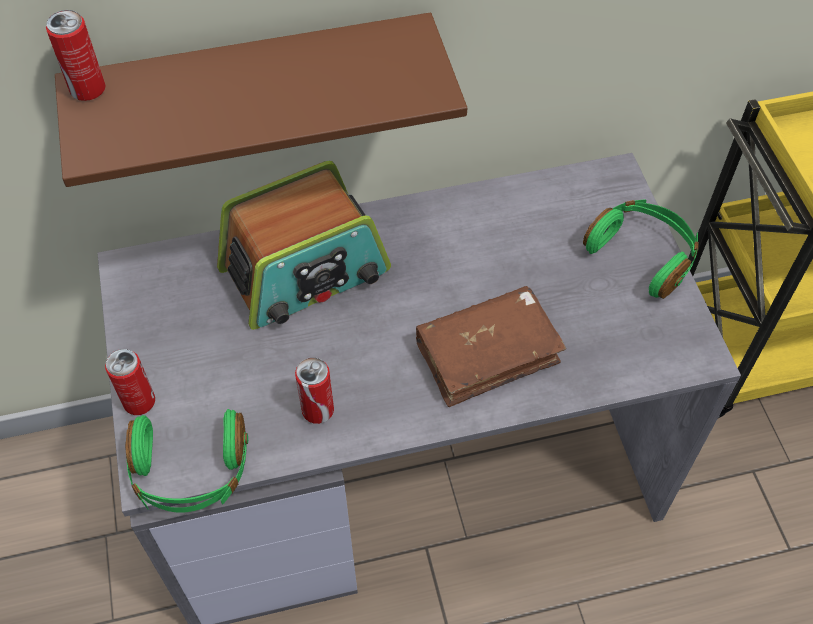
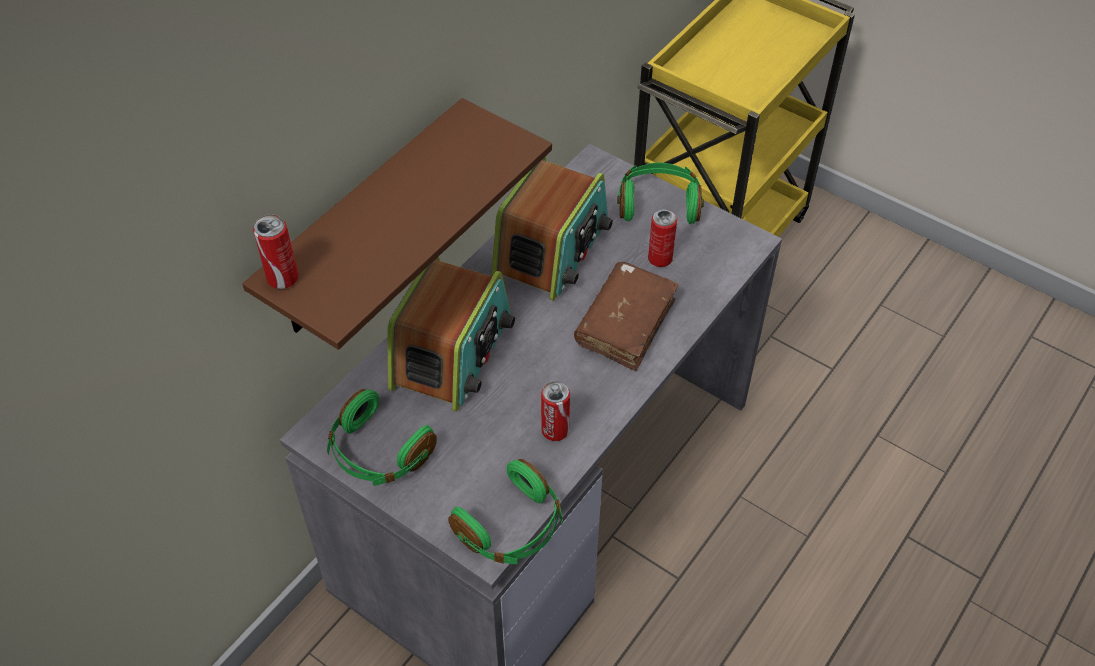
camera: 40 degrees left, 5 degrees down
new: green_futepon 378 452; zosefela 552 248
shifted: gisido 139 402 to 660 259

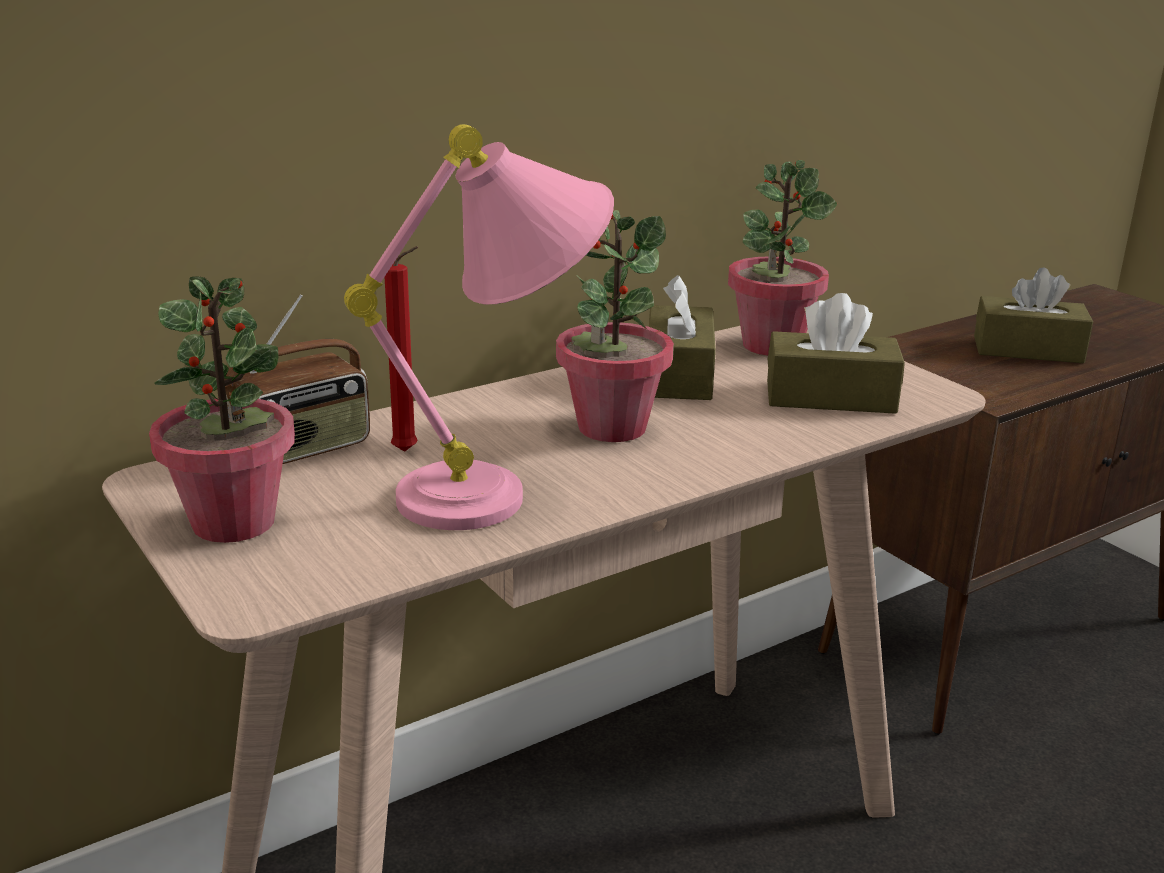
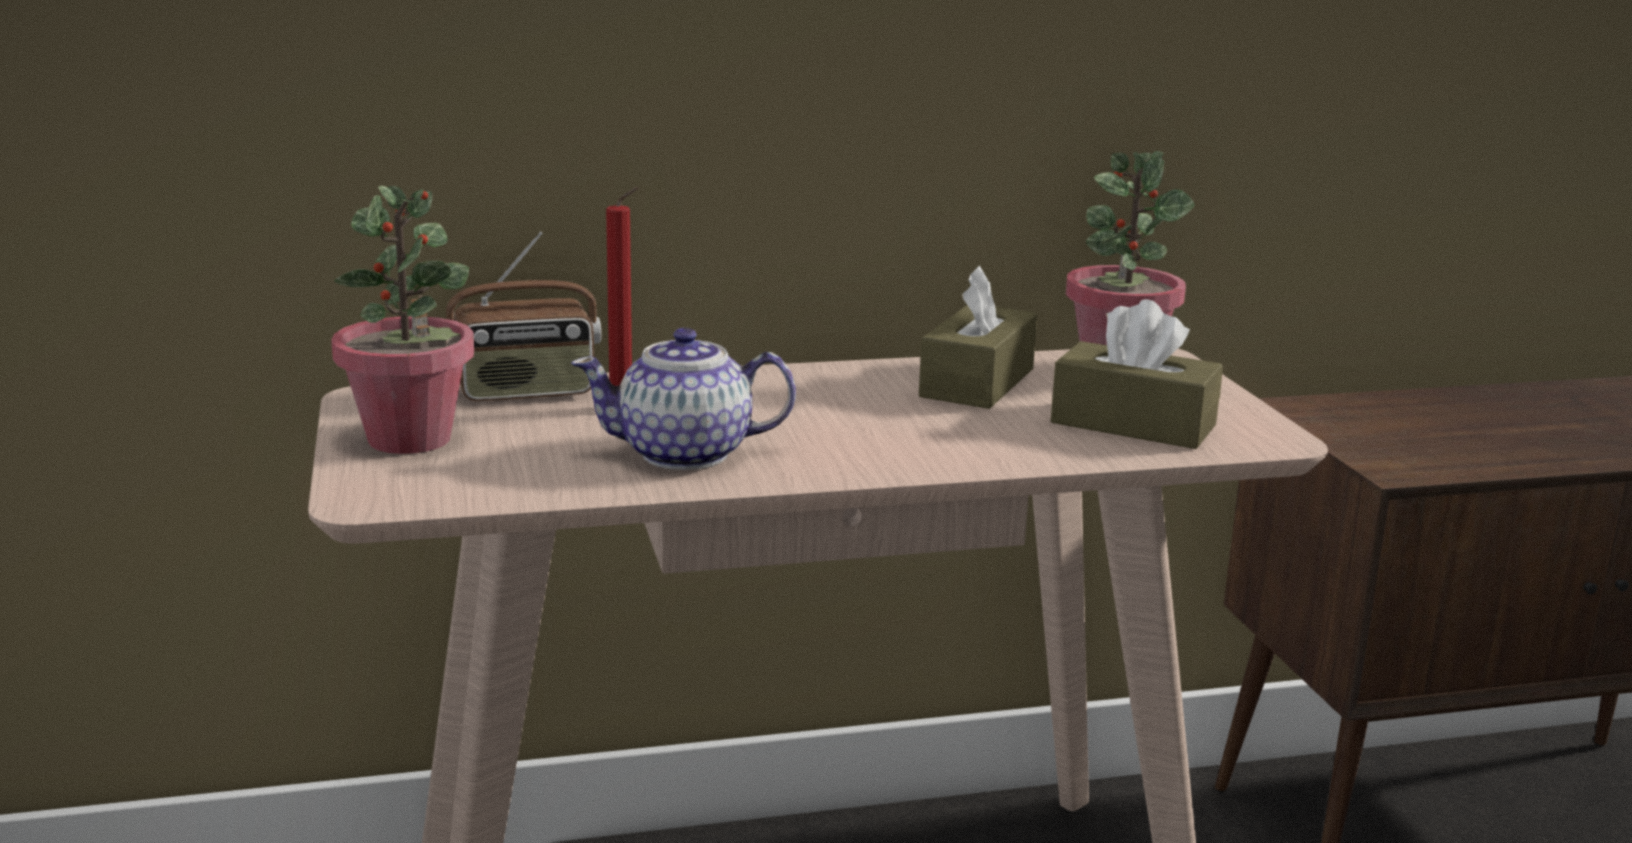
camera: 20 degrees right, 5 degrees down
gone: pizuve 611 427; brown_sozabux 1027 350
swapped: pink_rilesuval 505 492 to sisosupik 686 454

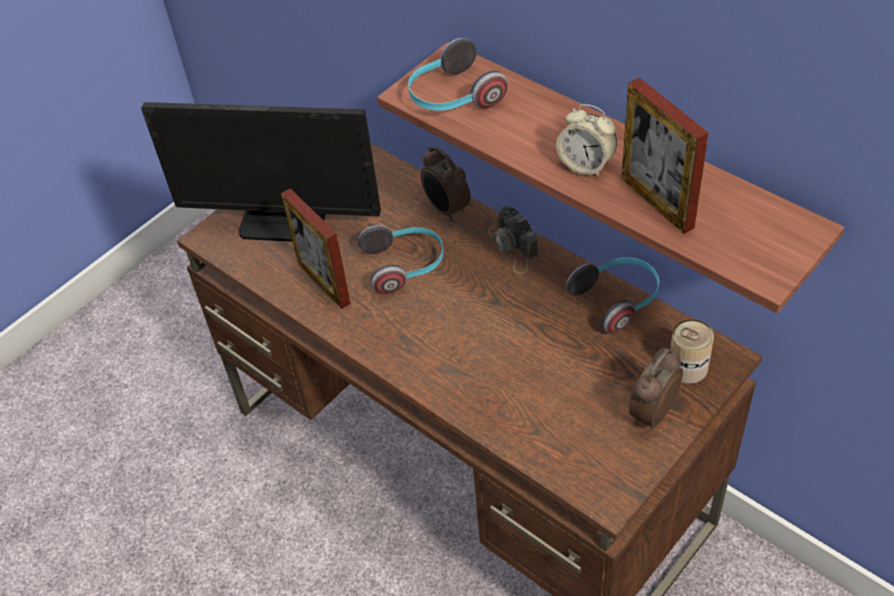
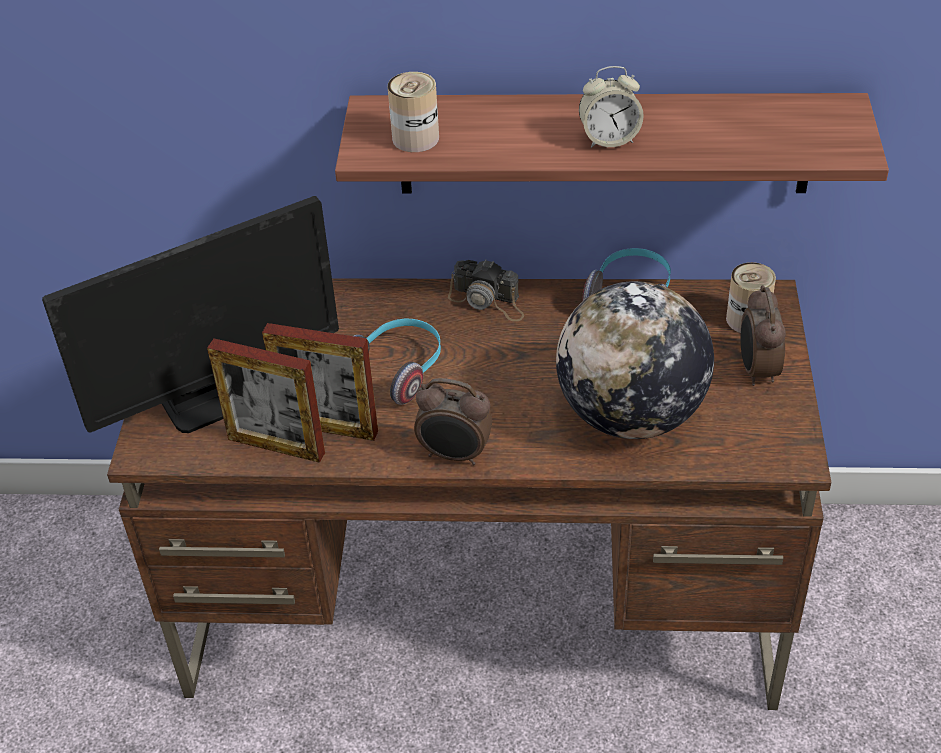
camera: 40 degrees left, 5 degrees down
new: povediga 631 415
shifted: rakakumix 657 202 to 276 446; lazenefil 446 209 to 455 455
swapped: futepon 453 97 to gisido 415 138

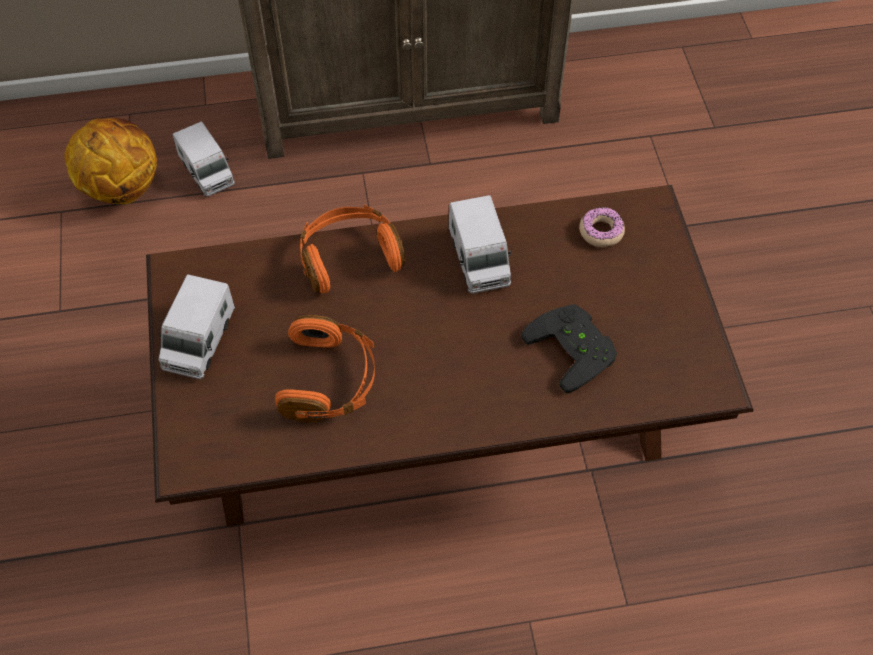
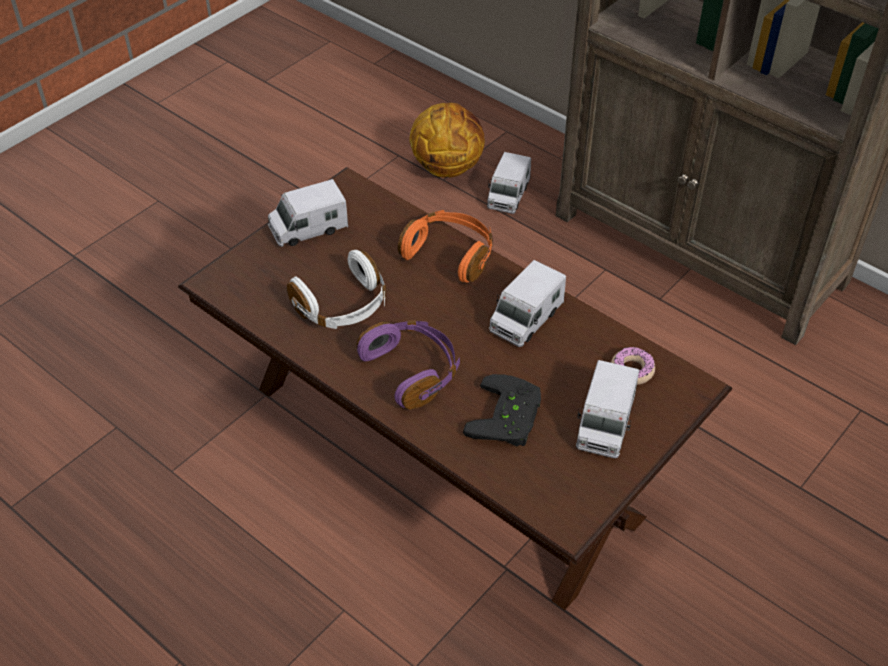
camera: 50 degrees right, 10 degrees down
new: purple_futepon 412 371; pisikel 604 424
repainted: orange_futepon 330 380 to white_futepon 343 306

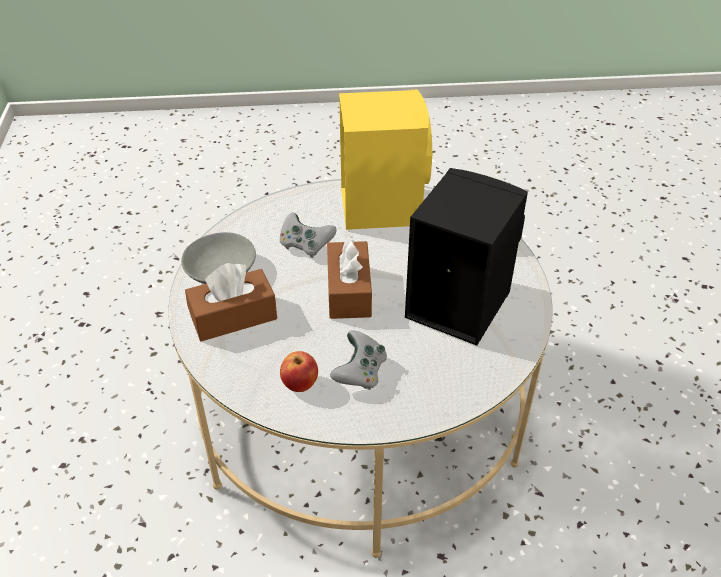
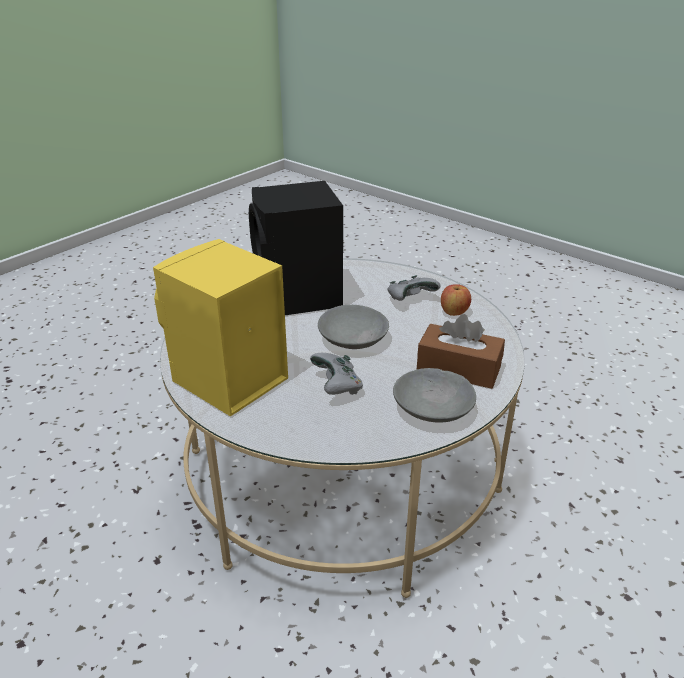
camera: 135 degrees left, 10 degrees down
swapped: brown_sozabux 349 291 to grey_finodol 353 339

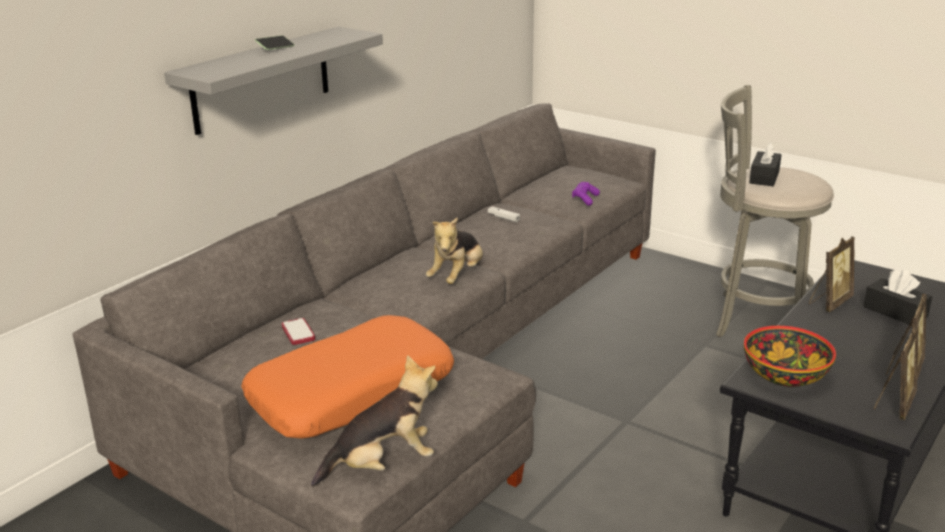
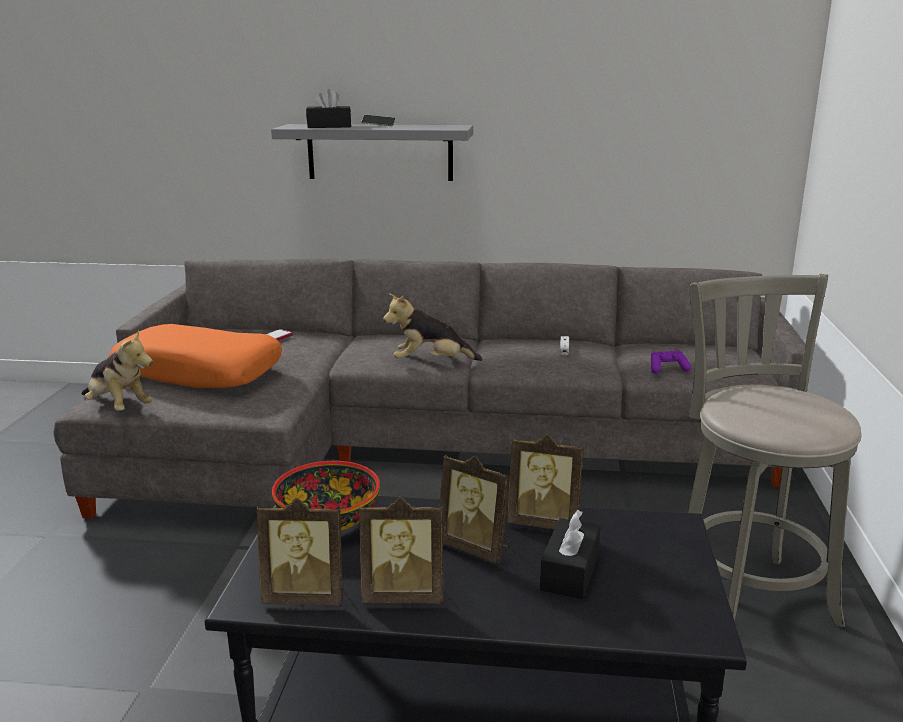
camera: 60 degrees right, 5 degrees down
new: rakakumix 476 547
shifted: black_sozabux 764 177 to 329 126

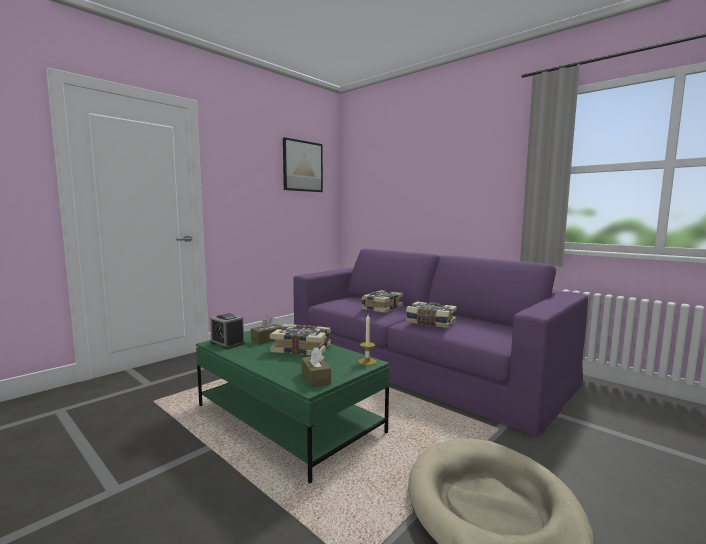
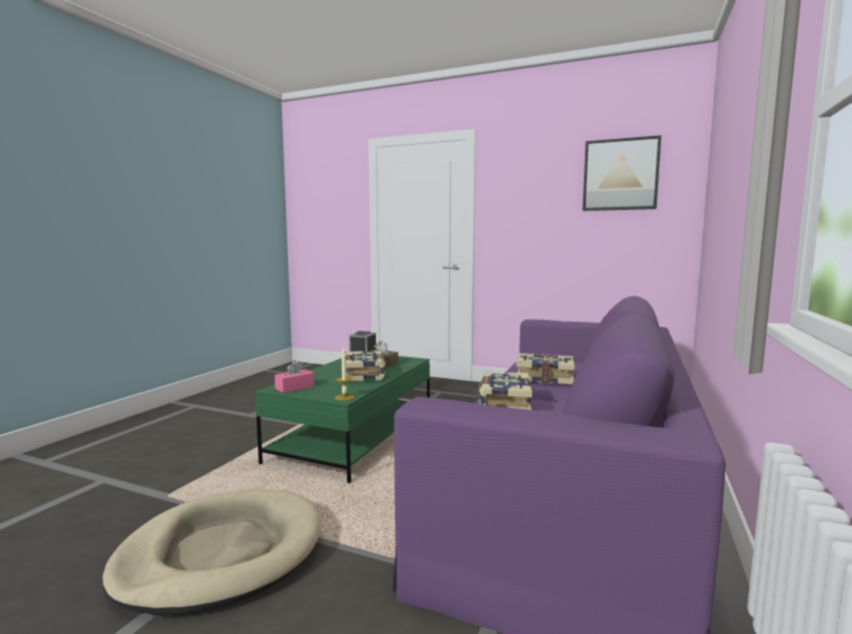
camera: 70 degrees right, 0 degrees up
repainted: brown_sozabux 315 378 to pink_sozabux 294 387

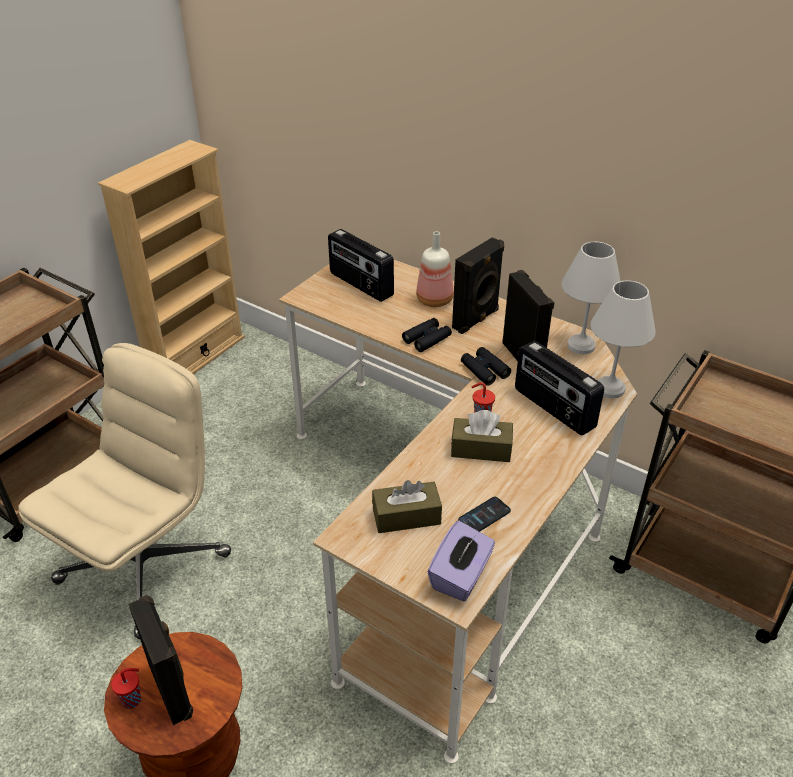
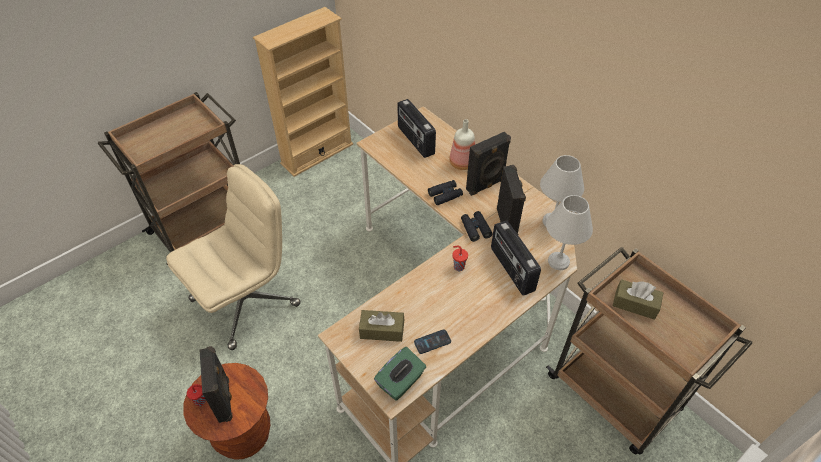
camera: 15 degrees right, 10 degrees up
shifted: brown_sozabux 481 449 to 635 304
repainted: purple_sozabux 461 576 to green_sozabux 401 382

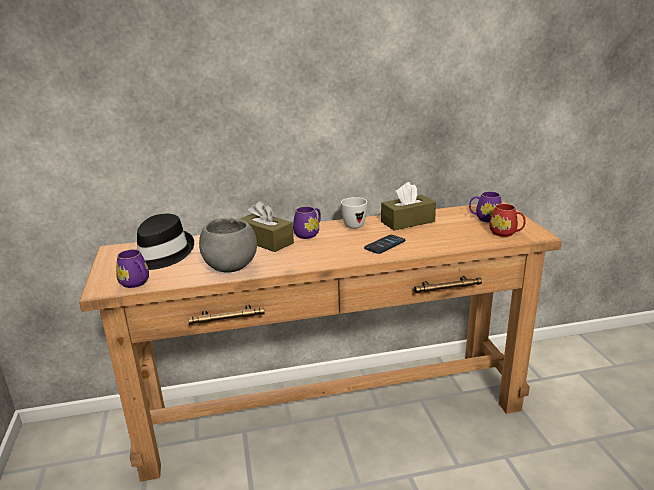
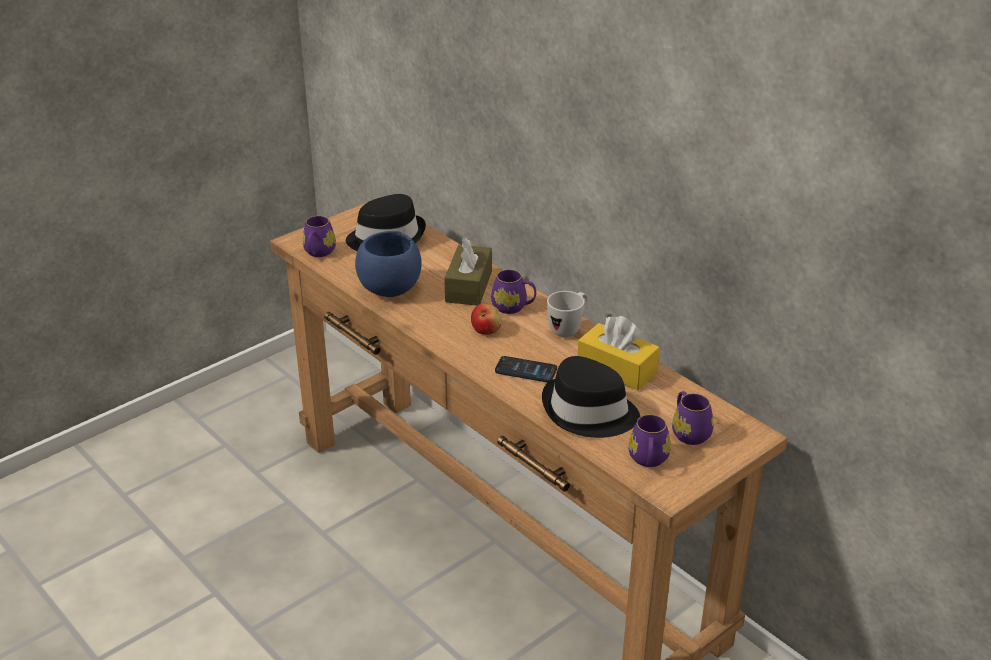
camera: 60 degrees right, 10 degrees up
new: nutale 486 329; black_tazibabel 589 412
repainted: grey_finodol 230 267 to blue_finodol 389 289; brown_sozabux 407 222 to yellow_sozabux 617 368; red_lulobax 506 233 to purple_lulobax 648 460

